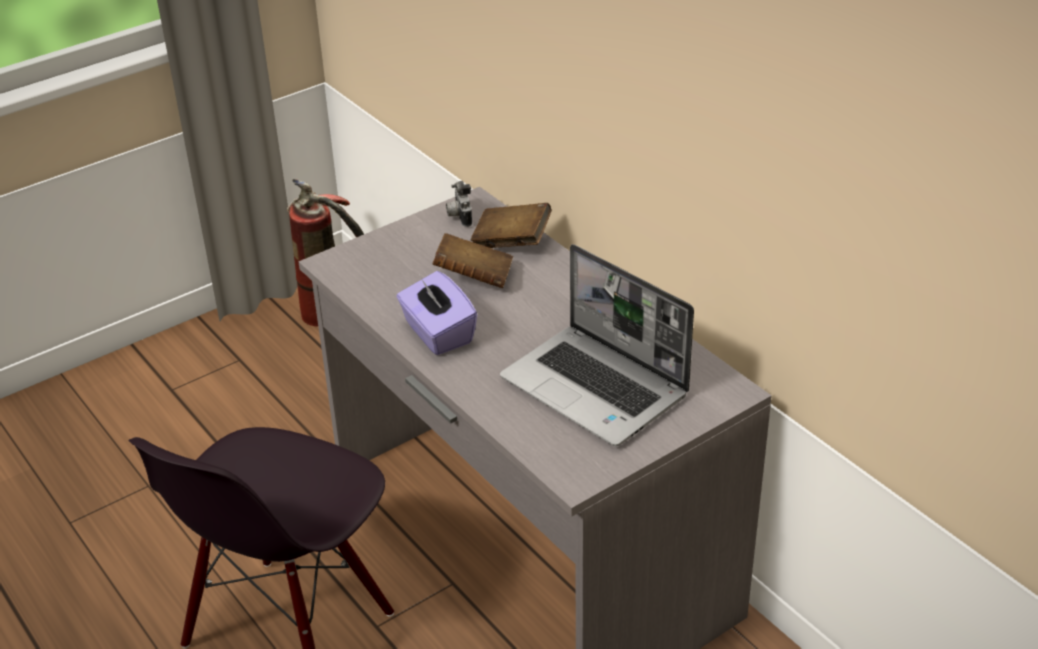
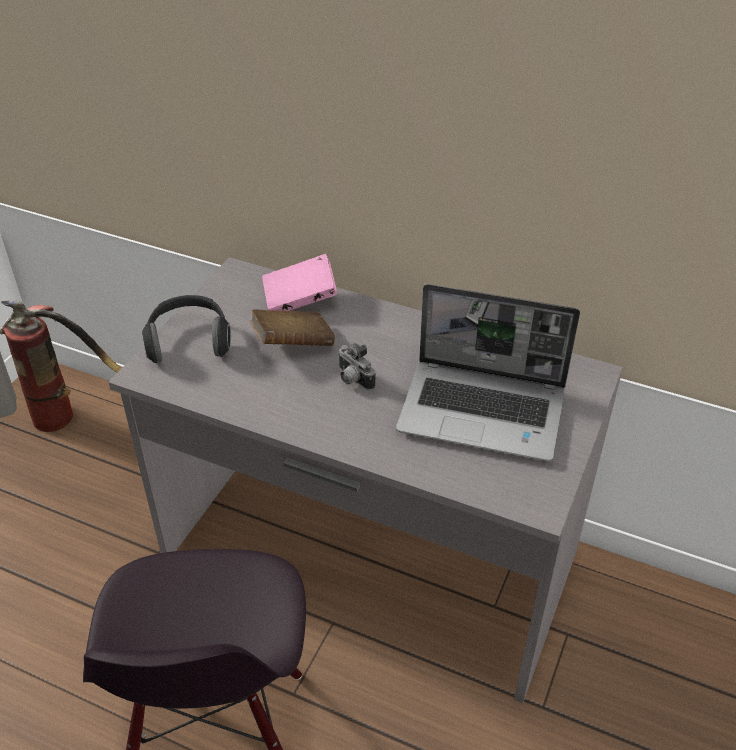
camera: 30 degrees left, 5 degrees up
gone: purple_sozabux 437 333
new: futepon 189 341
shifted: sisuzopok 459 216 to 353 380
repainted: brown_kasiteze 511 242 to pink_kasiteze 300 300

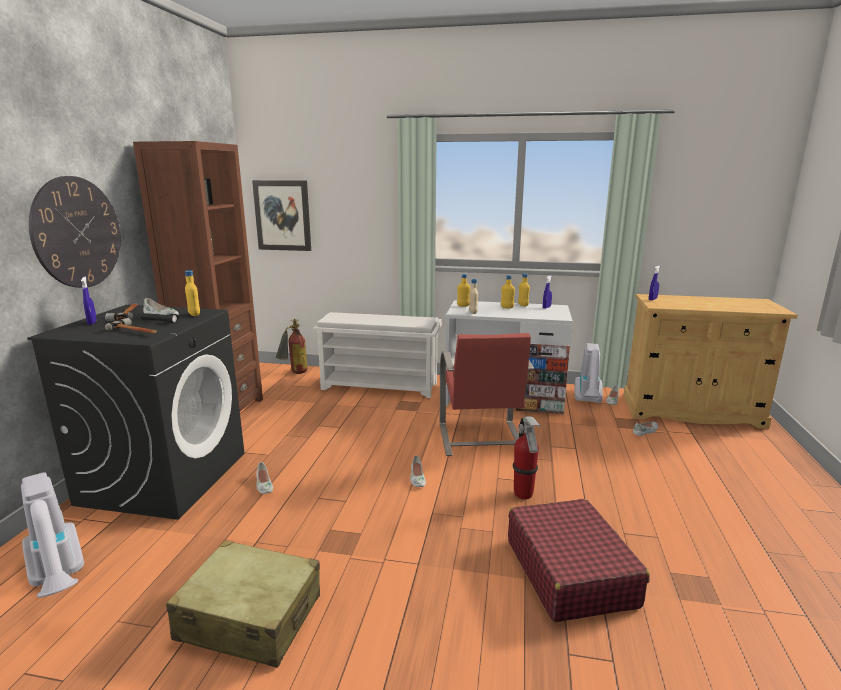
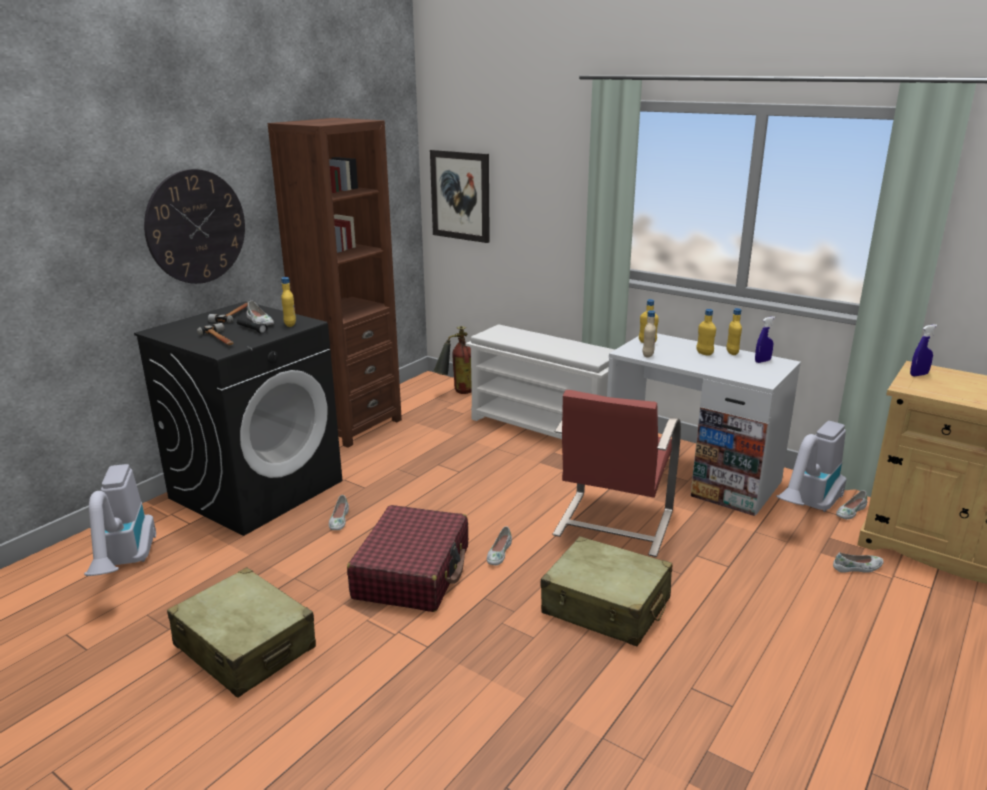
camera: 25 degrees right, 5 degrees up
gone: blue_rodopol 92 323
shifted: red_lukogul 570 571 to 413 572
swapped: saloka 523 495 to beige_lukogul 606 606

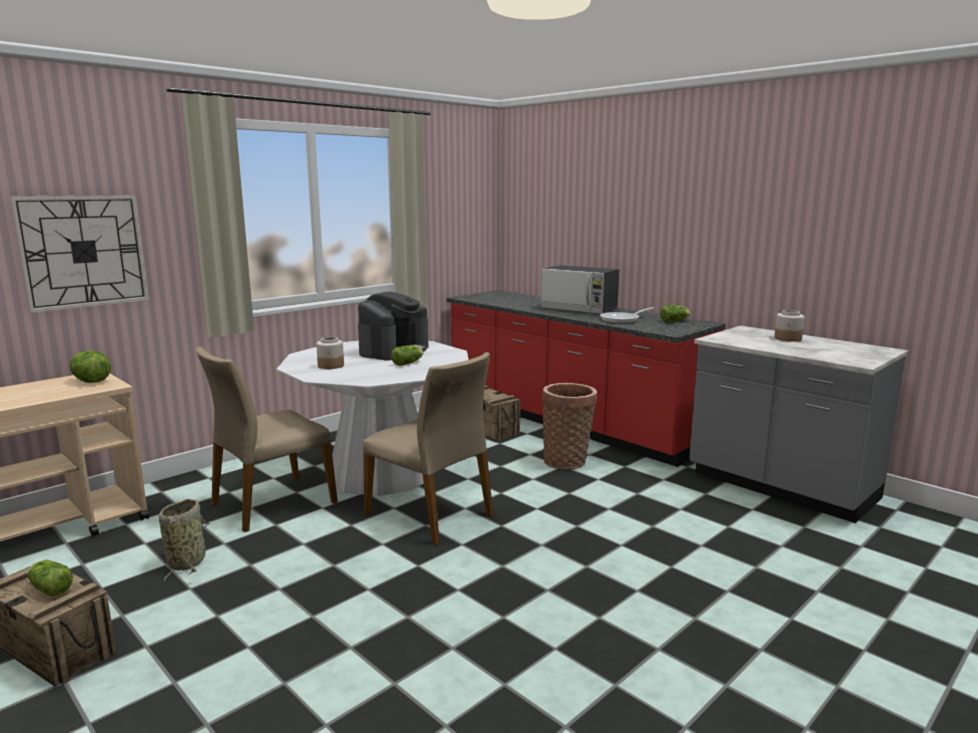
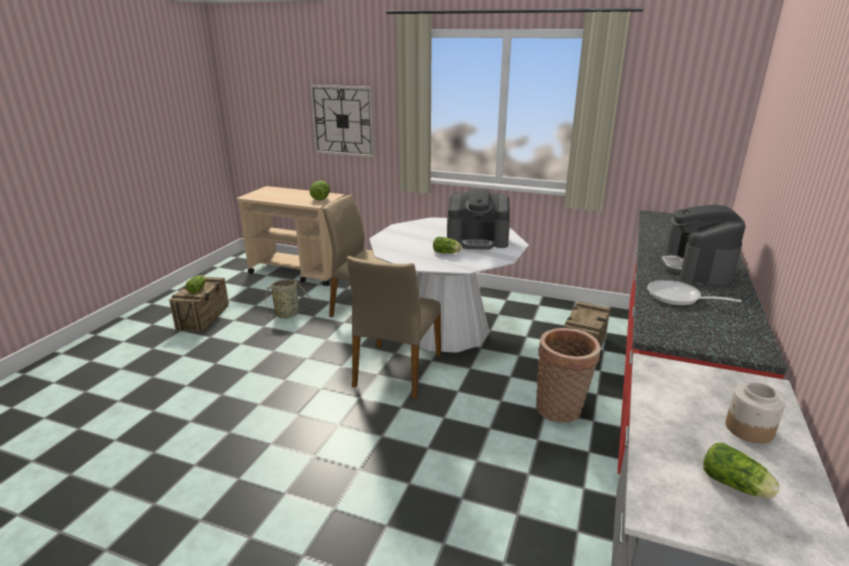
camera: 65 degrees right, 10 degrees up
gone: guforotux 331 366
shifted: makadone 675 321 to 736 486
swapped: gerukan 579 309 to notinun 696 268

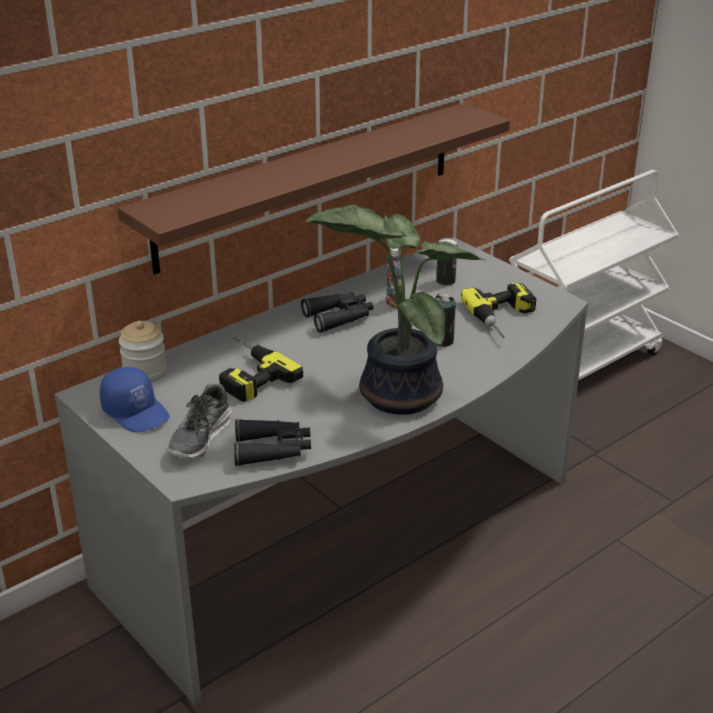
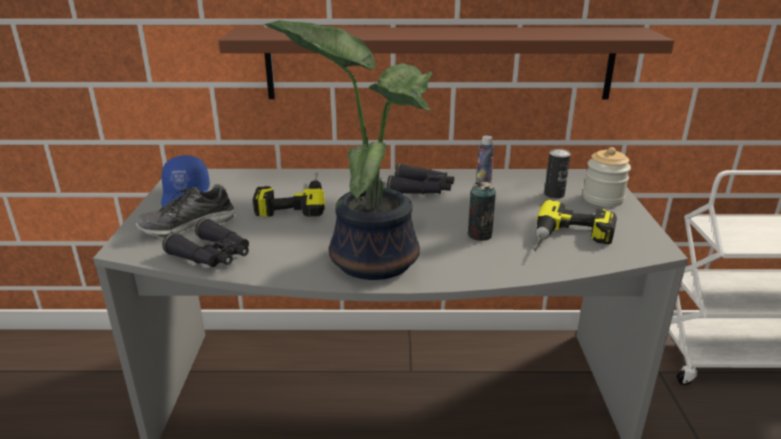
camera: 40 degrees right, 5 degrees down
shifted: guforotux 145 372 to 603 199

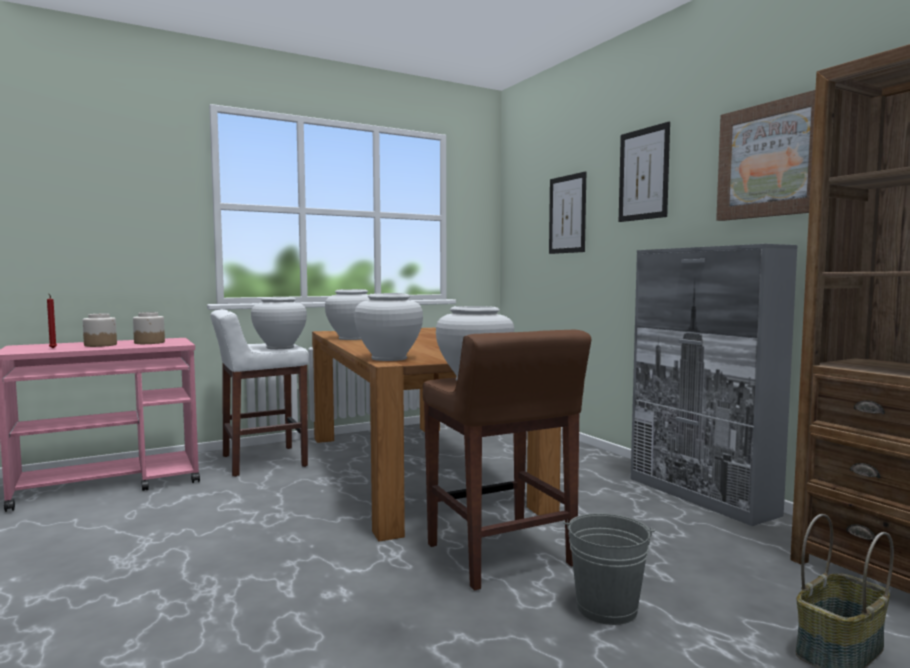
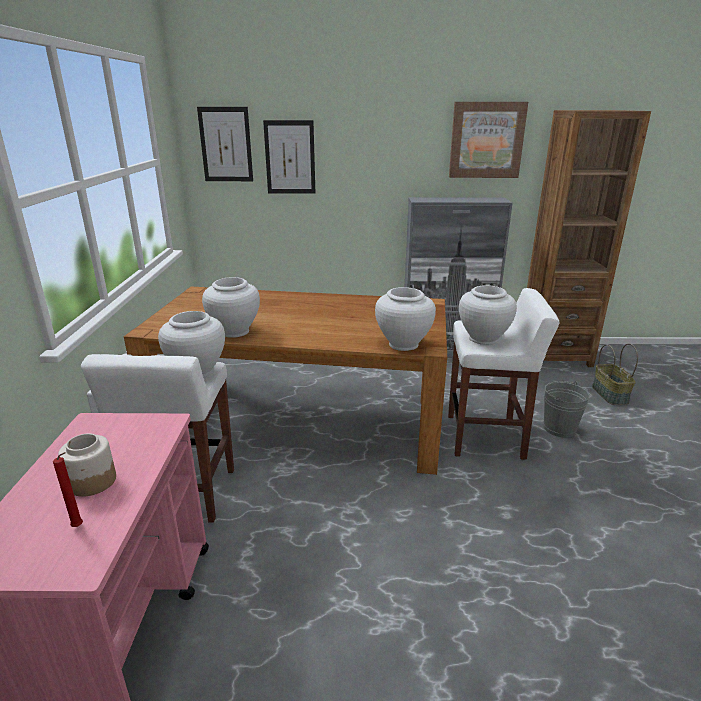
camera: 60 degrees left, 20 degrees up
gone: guforotux 150 342
shifted: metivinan 643 174 to 226 145
repainted: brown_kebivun 500 556 to white_kebivun 486 437

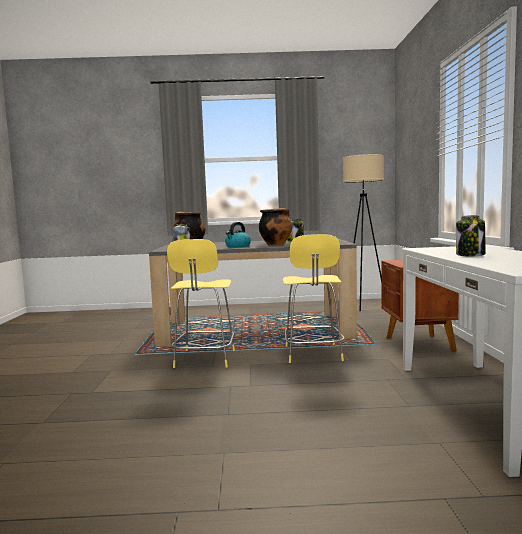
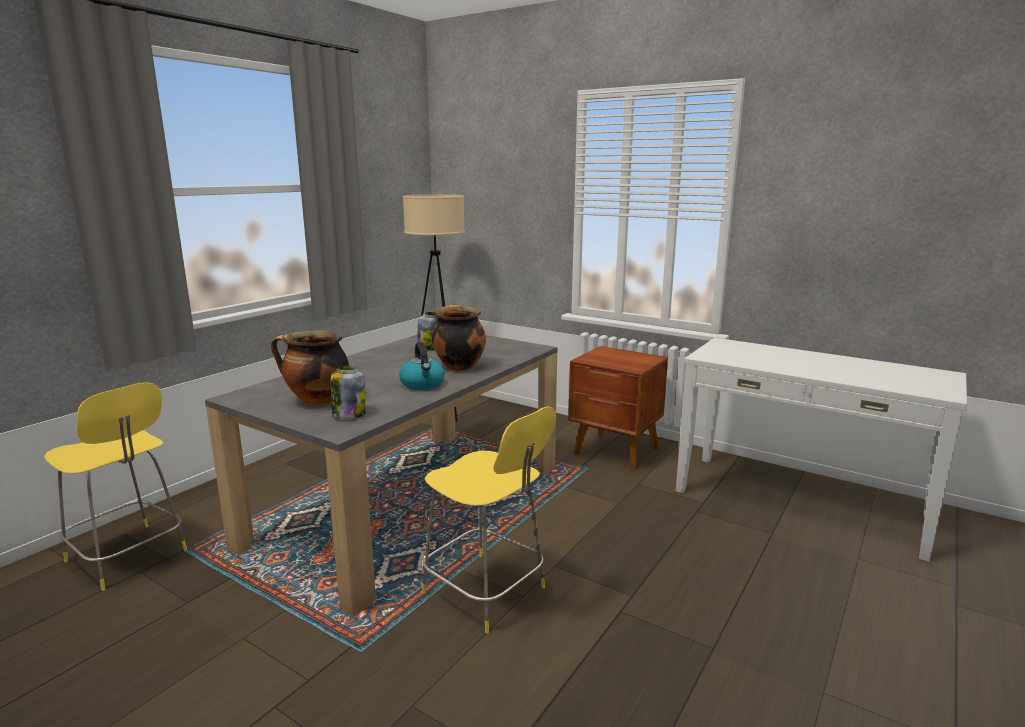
camera: 55 degrees left, 10 degrees up
gone: guforotux 470 255
shifted: yellow_kebivun 313 354 to 128 557

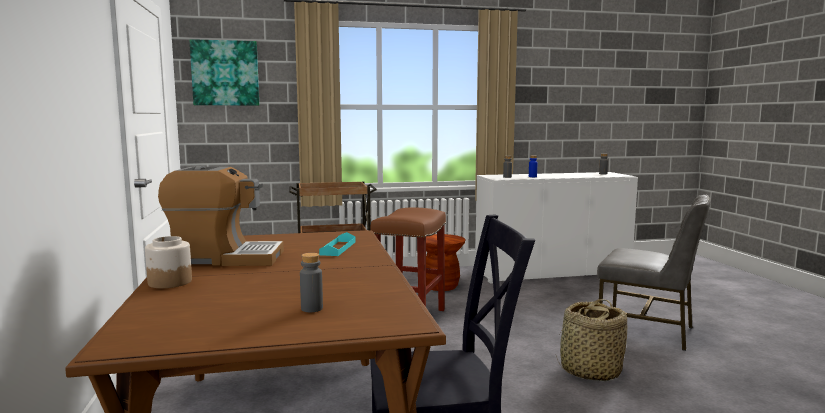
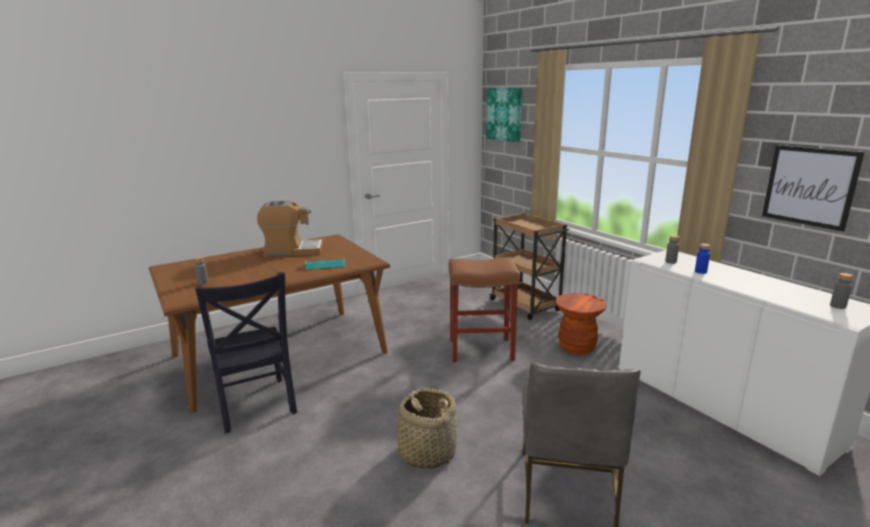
camera: 70 degrees right, 10 degrees up
gone: guforotux 170 282
new: metivinan 809 186
rotated: notinun 225 258 = 292 251 75 degrees counterclockwise

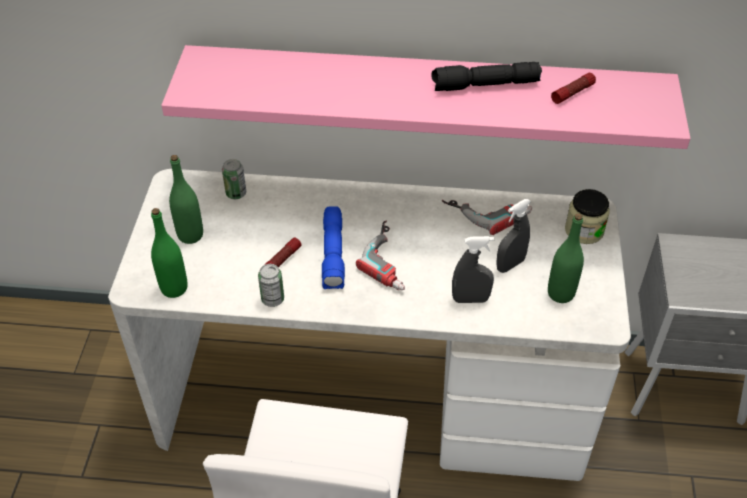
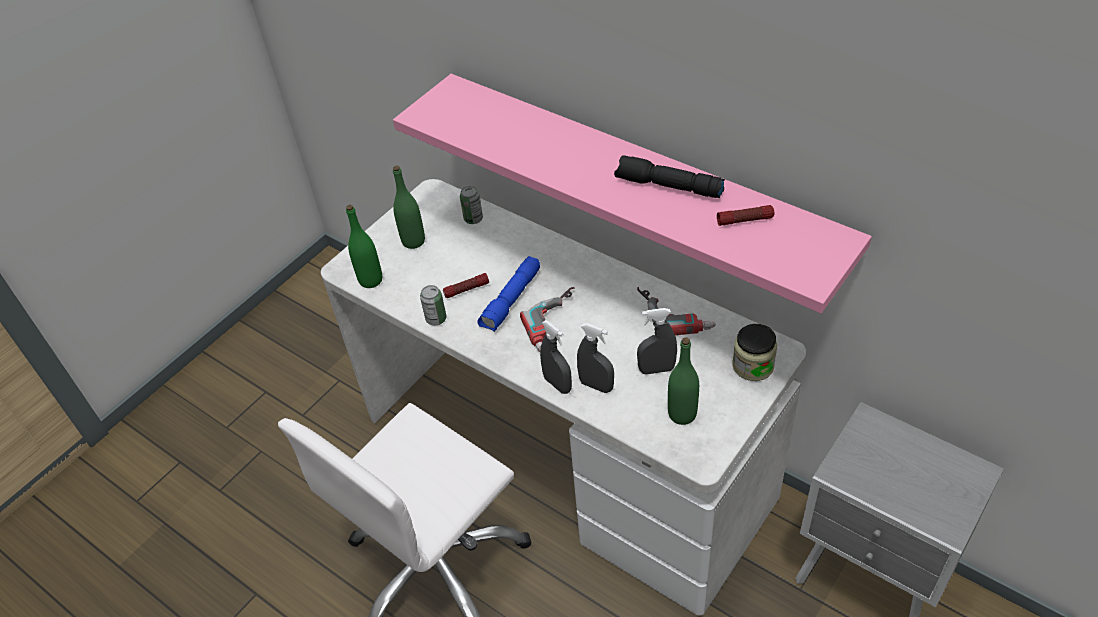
camera: 35 degrees right, 0 degrees up
new: grey_rodopol 557 384

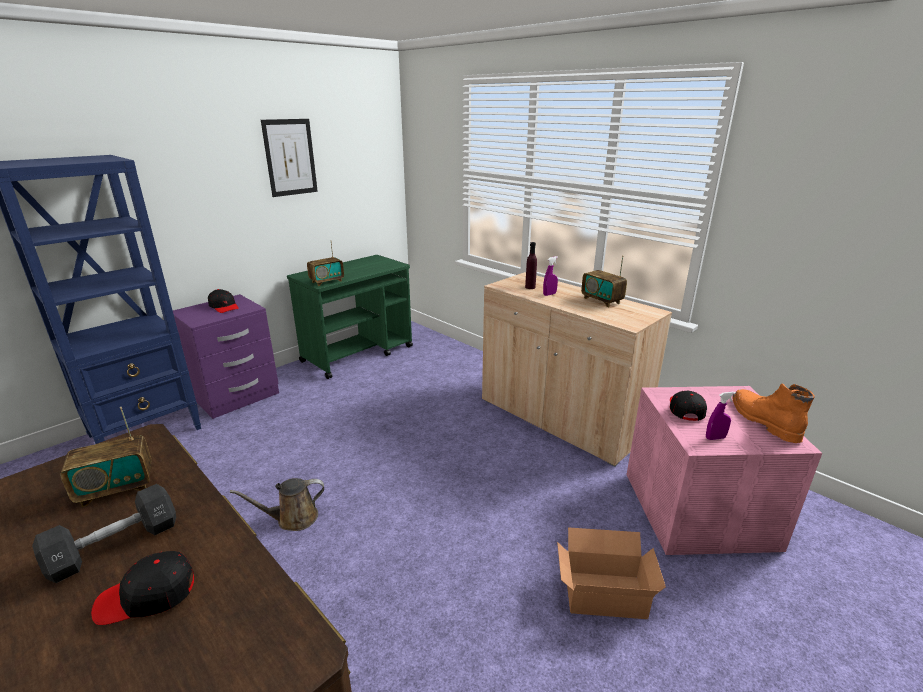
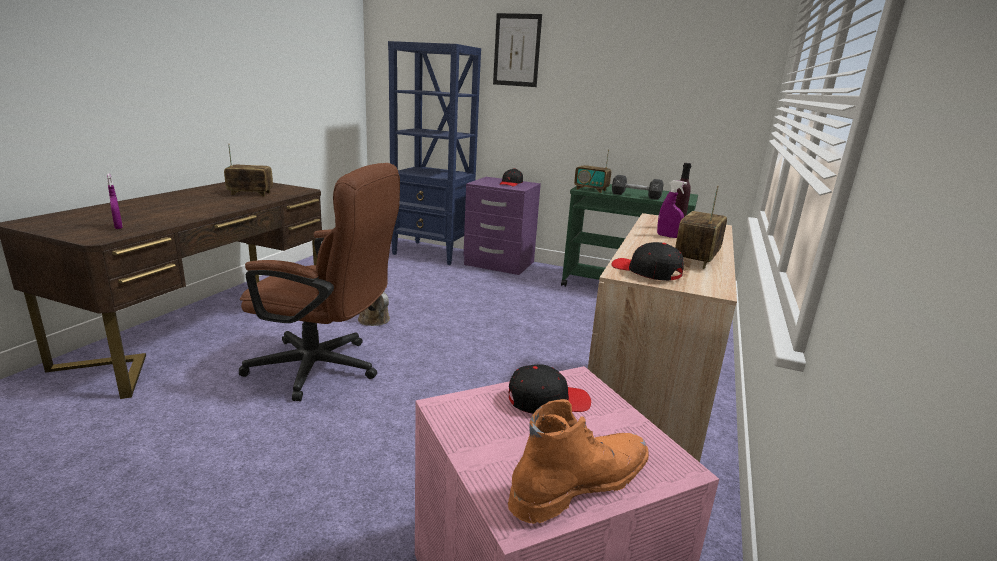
camera: 65 degrees right, 5 degrees down
gone: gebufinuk 602 591
new: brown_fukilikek 325 369
shifted: purple_rodopol 715 438 to 118 227; metivinan 290 157 to 517 50; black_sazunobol 115 546 to 636 195; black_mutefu 147 596 to 646 272
rotated: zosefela 116 488 = 250 194 135 degrees clockwise

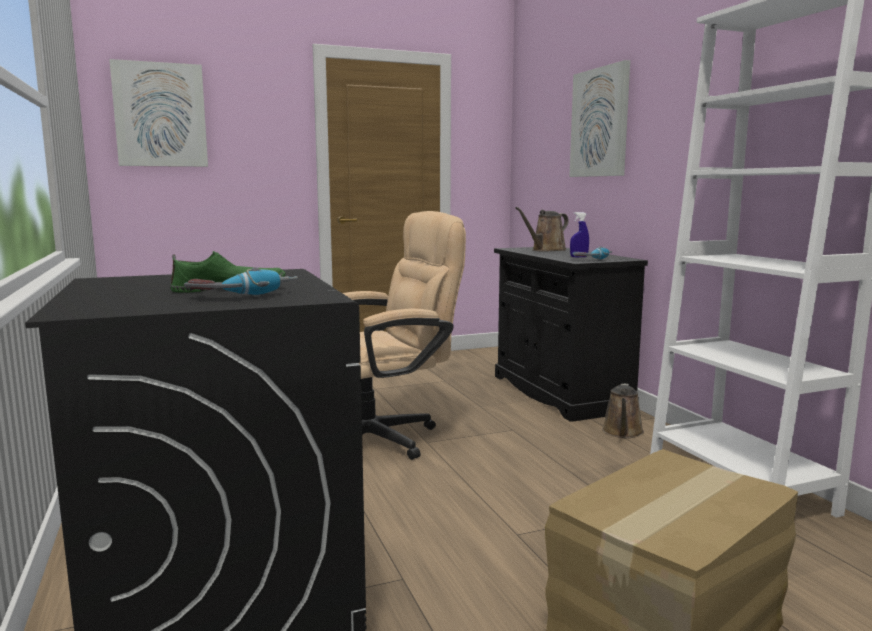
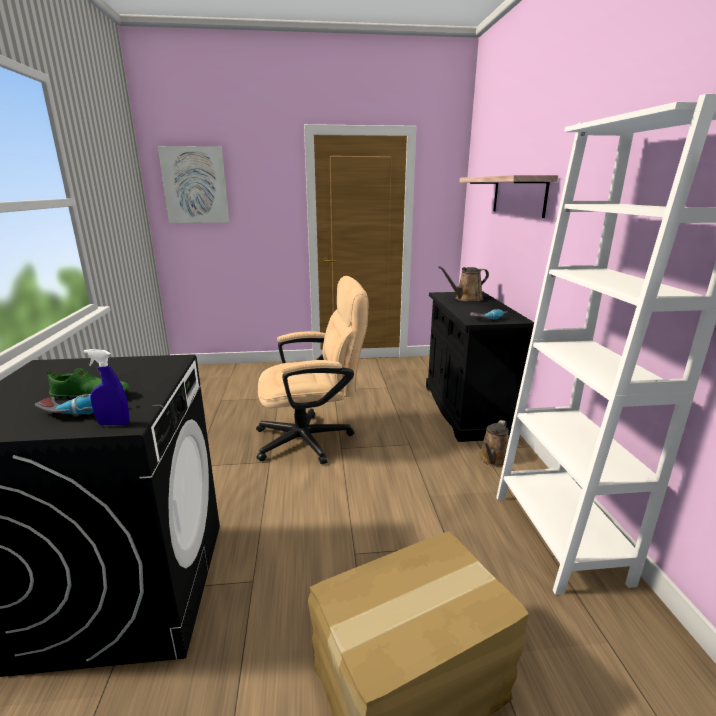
camera: 15 degrees right, 10 degrees up
shifted: blue_rodopol 579 257 to 114 424
swapped: metivinan 600 123 to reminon 518 195

